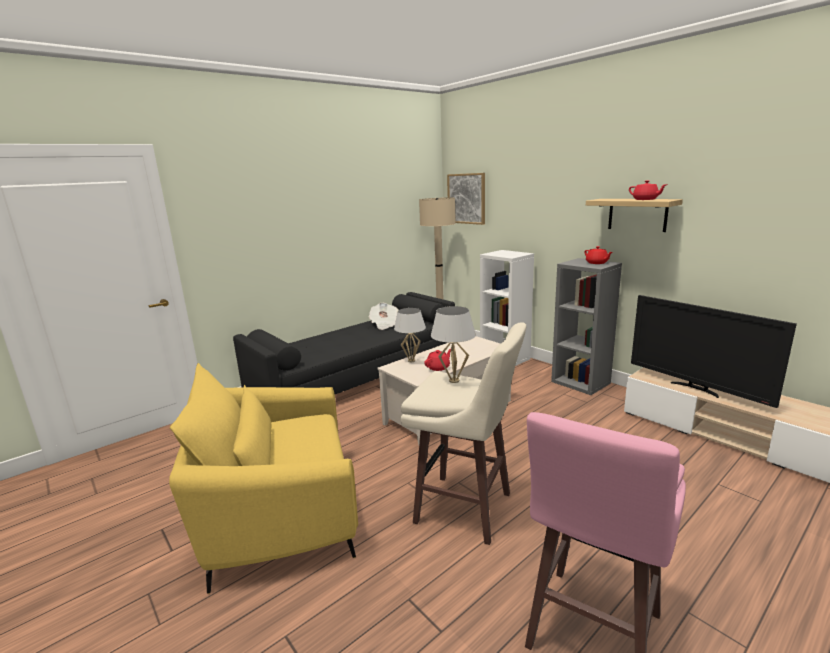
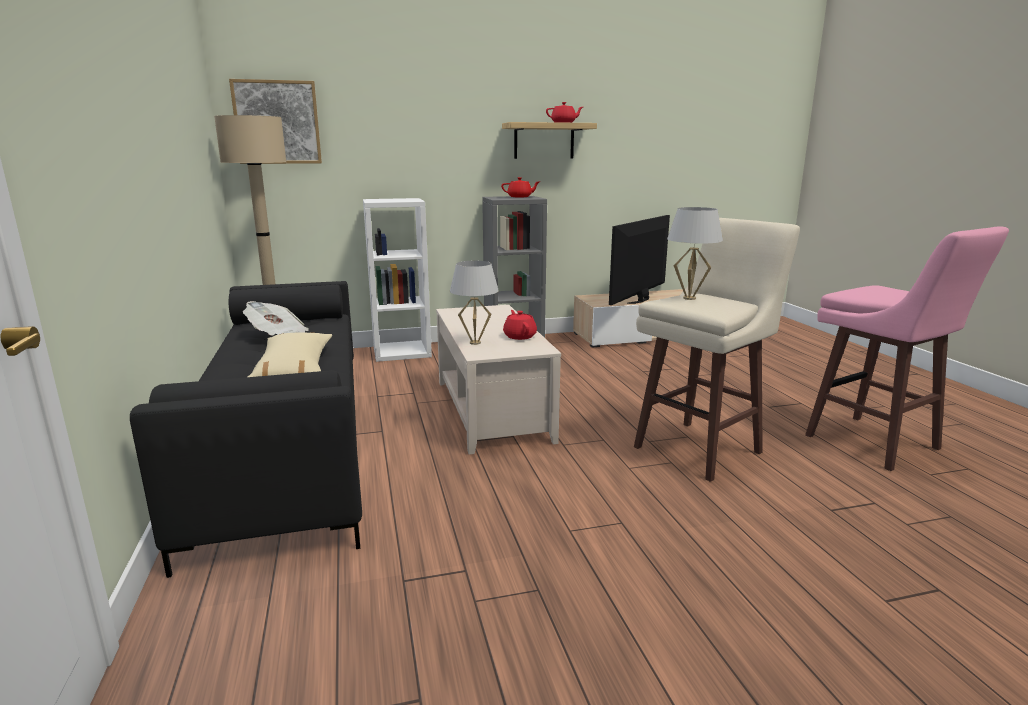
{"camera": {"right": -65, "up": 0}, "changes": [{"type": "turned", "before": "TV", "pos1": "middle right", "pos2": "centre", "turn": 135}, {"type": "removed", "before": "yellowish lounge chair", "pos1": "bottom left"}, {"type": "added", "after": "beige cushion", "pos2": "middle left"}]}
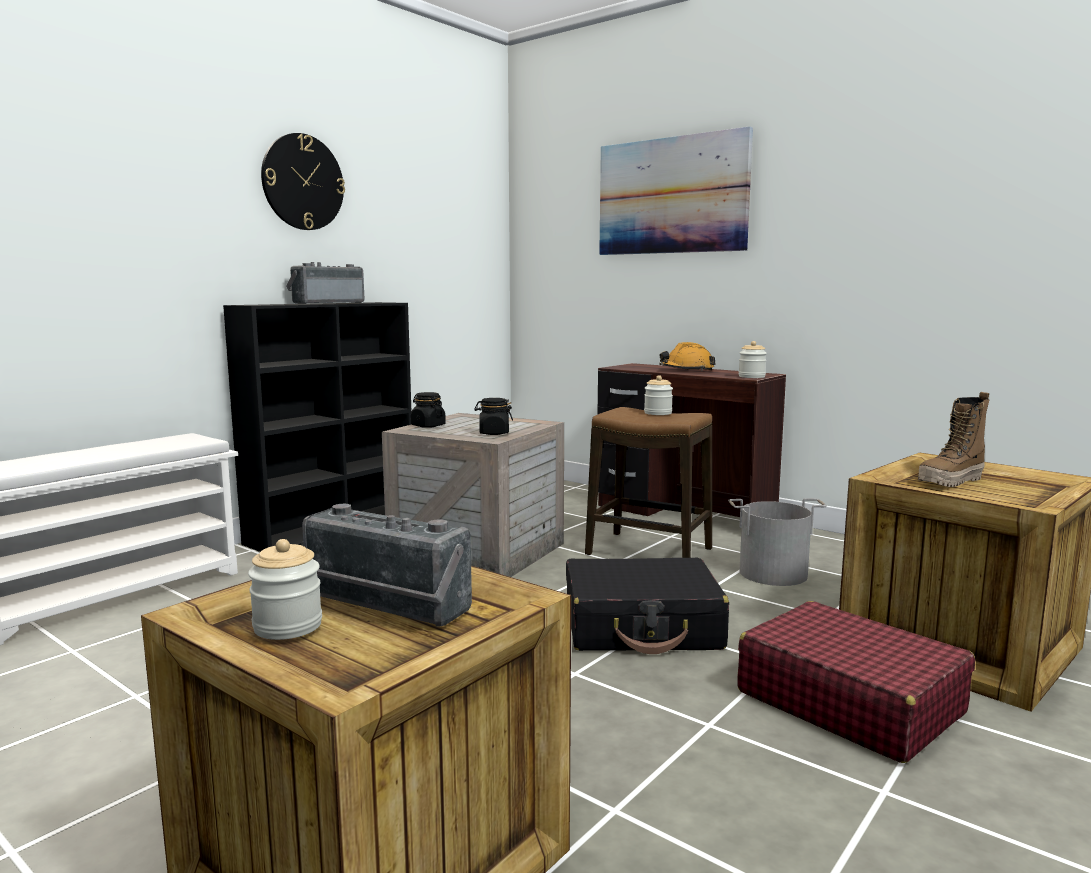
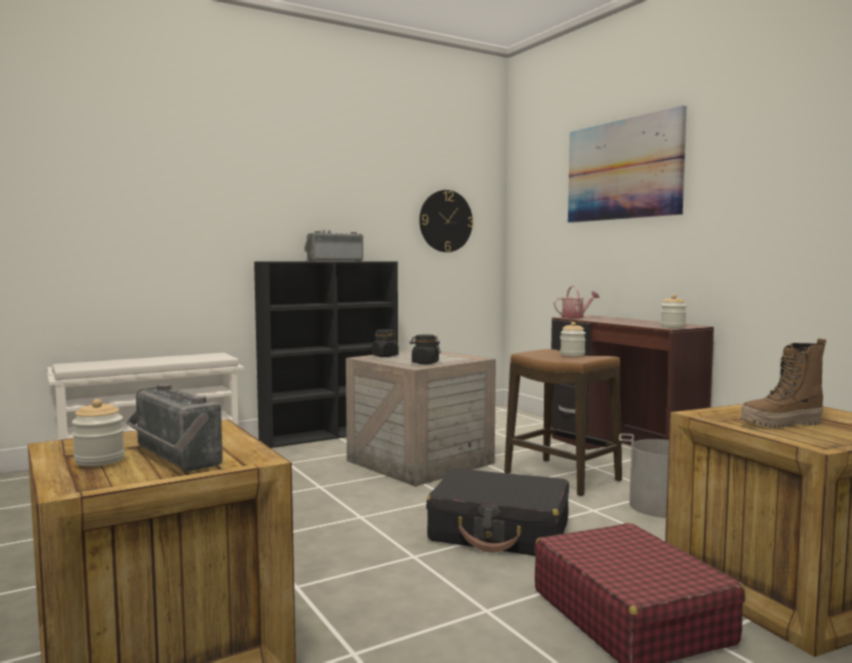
{"camera": {"right": 20, "up": -5}, "changes": [{"type": "moved", "before": "wall clock", "pos1": "top left", "pos2": "centre"}, {"type": "removed", "before": "orange-coloured work helmet", "pos1": "centre"}, {"type": "added", "after": "watering can", "pos2": "middle right"}]}
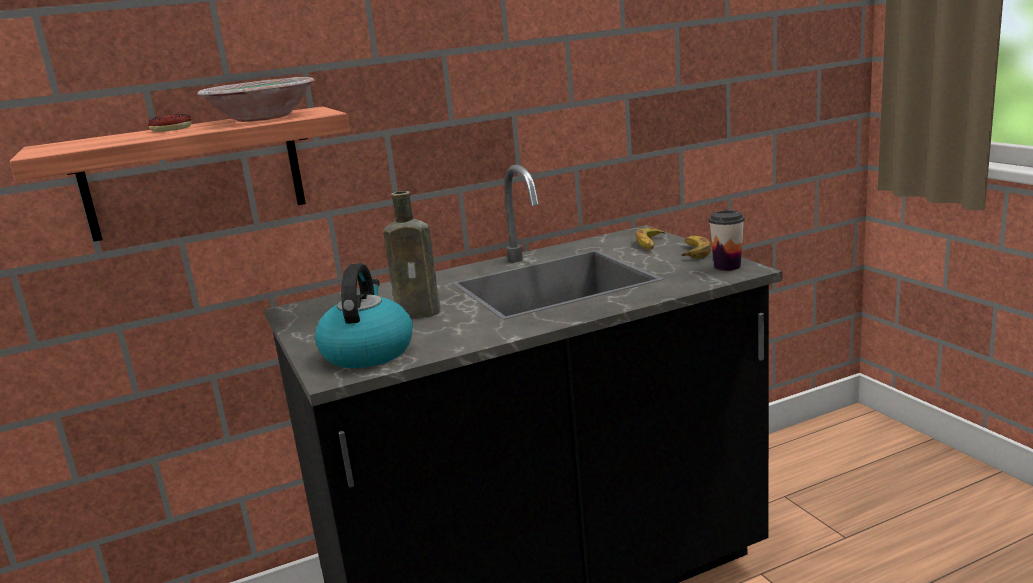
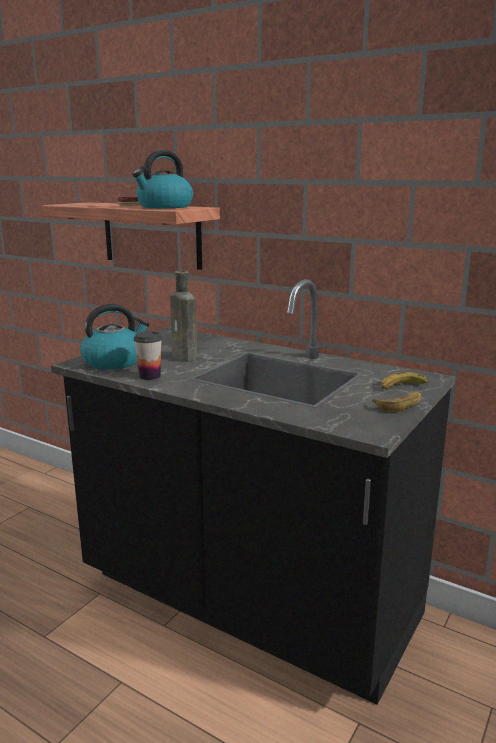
{"camera": {"right": 55, "up": 0}, "changes": [{"type": "replaced", "before": "serving bowl", "after": "tea kettle (2nd from left)", "pos1": "top left", "pos2": "top left"}, {"type": "moved", "before": "cup", "pos1": "middle right", "pos2": "middle left"}]}
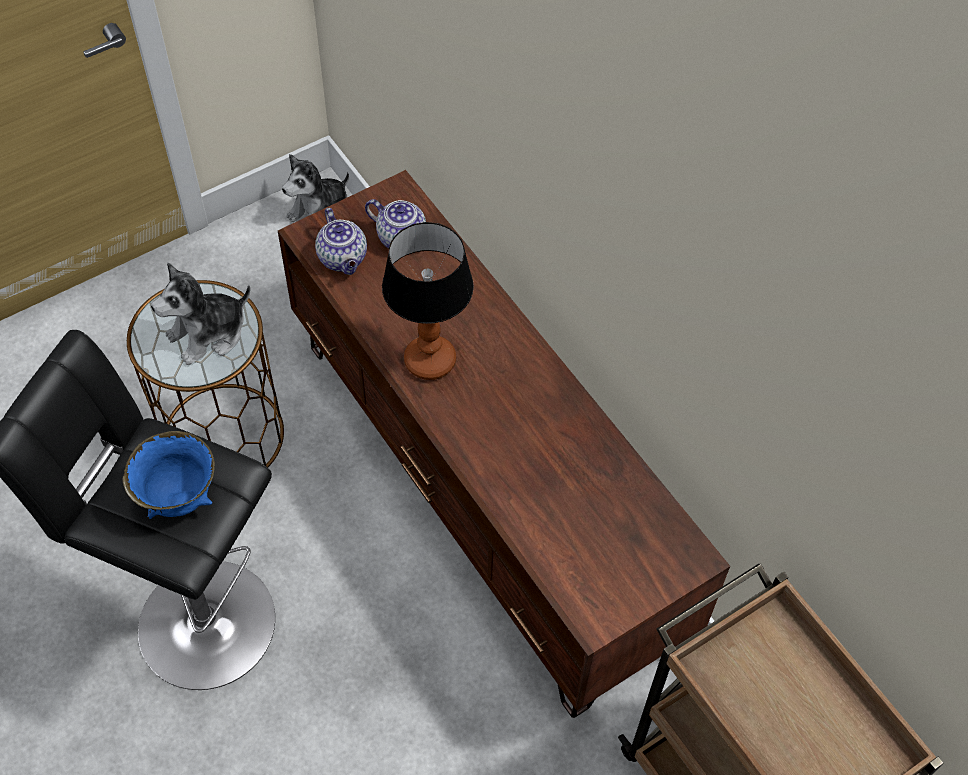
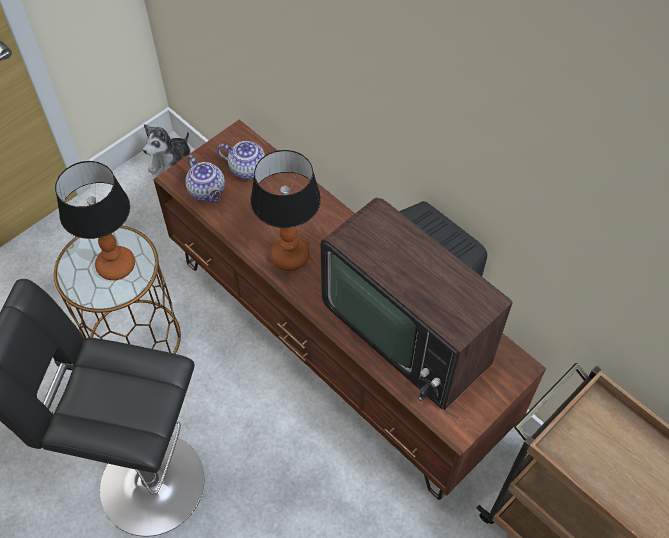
{"camera": {"right": -10, "up": 0}, "changes": [{"type": "replaced", "before": "cuddly toy (1st from left)", "after": "tabletop lamp (1st from left)", "pos1": "middle left", "pos2": "middle left"}, {"type": "removed", "before": "bluish serving bowl", "pos1": "middle left"}, {"type": "added", "after": "TV", "pos2": "centre"}]}
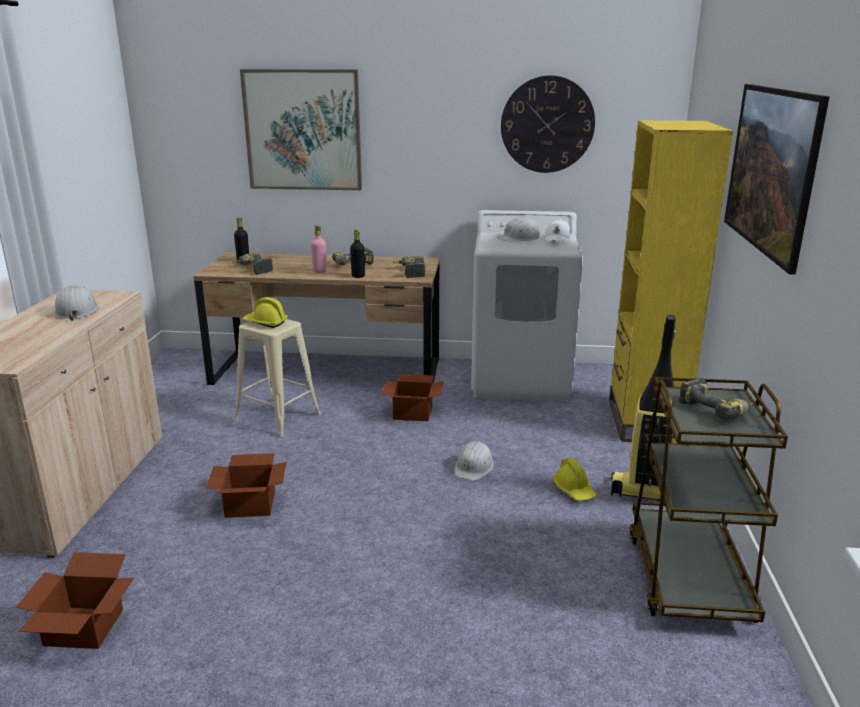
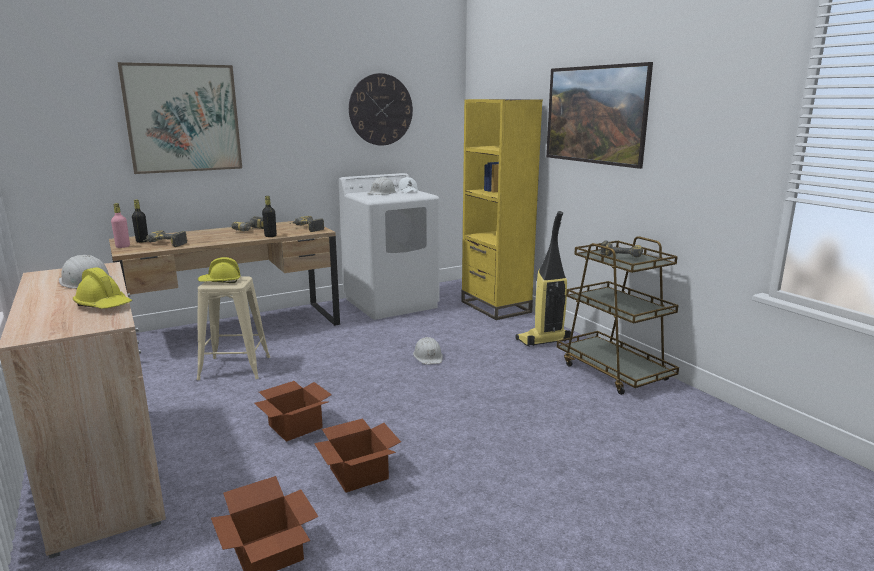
{"camera": {"right": -35, "up": -5}, "changes": [{"type": "moved", "before": "pink drink bottle", "pos1": "centre", "pos2": "middle left"}, {"type": "moved", "before": "cardboard box (3rd from left)", "pos1": "centre", "pos2": "bottom centre"}, {"type": "moved", "before": "yellowish work helmet (2nd from left in the first image)", "after": "yellowish work helmet (1st from left)", "pos1": "bottom right", "pos2": "middle left"}]}
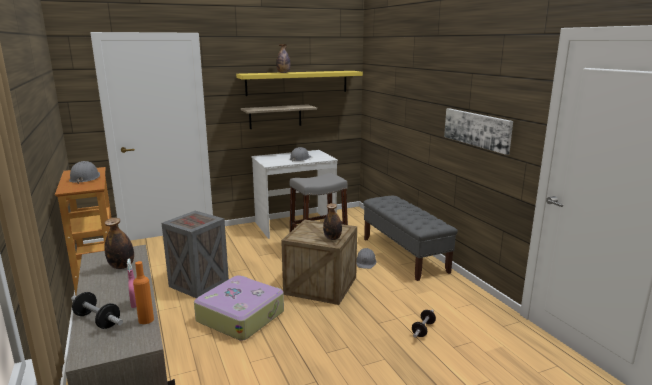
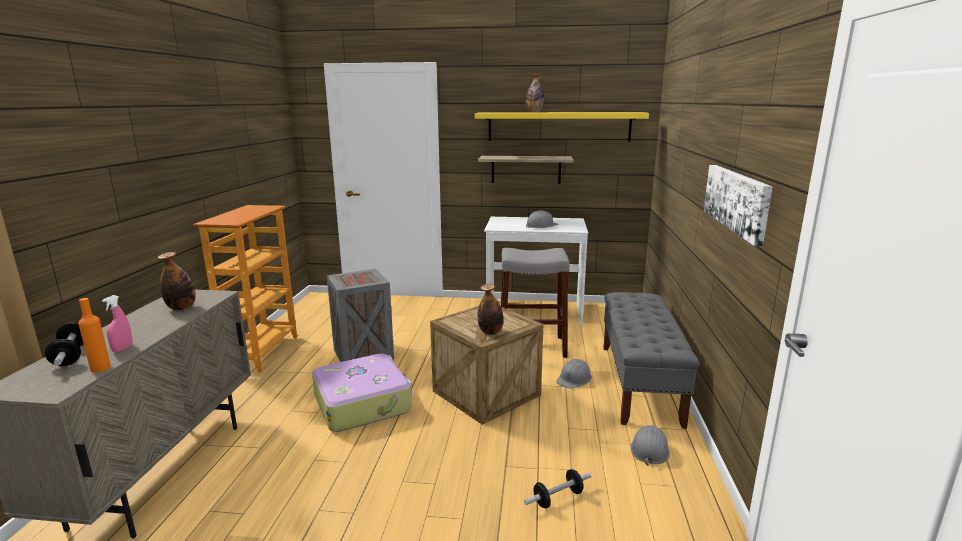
{"camera": {"right": 30, "up": 0}, "changes": [{"type": "moved", "before": "gray work helmet (1st from left in the first image)", "after": "gray work helmet (3rd from left)", "pos1": "middle left", "pos2": "bottom right"}]}
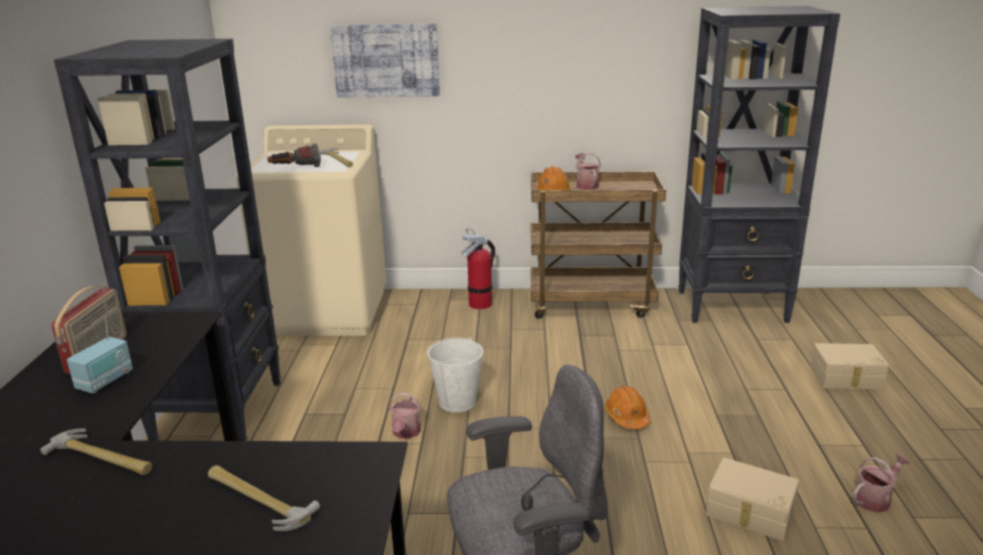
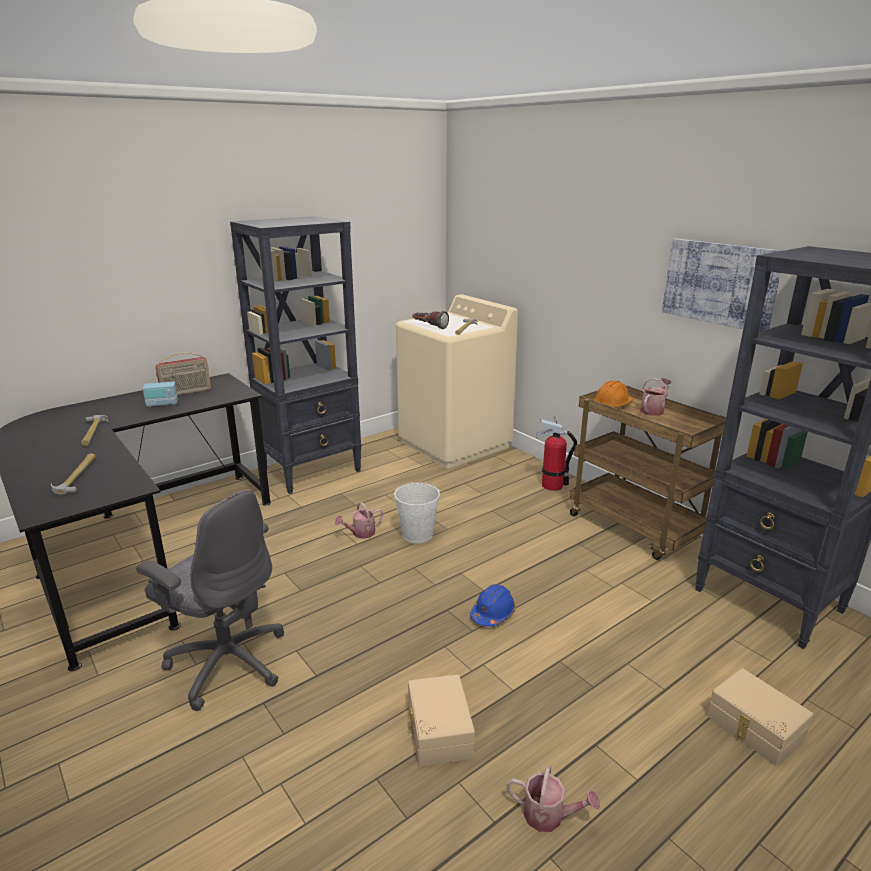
{"camera": {"right": 50, "up": 0}, "changes": [{"type": "moved", "before": "wall picture", "pos1": "top centre", "pos2": "top right"}, {"type": "recoloured", "before": "orange-coloured work helmet (2nd from left)", "after": "bluish work helmet", "pos1": "bottom centre", "pos2": "bottom centre"}]}
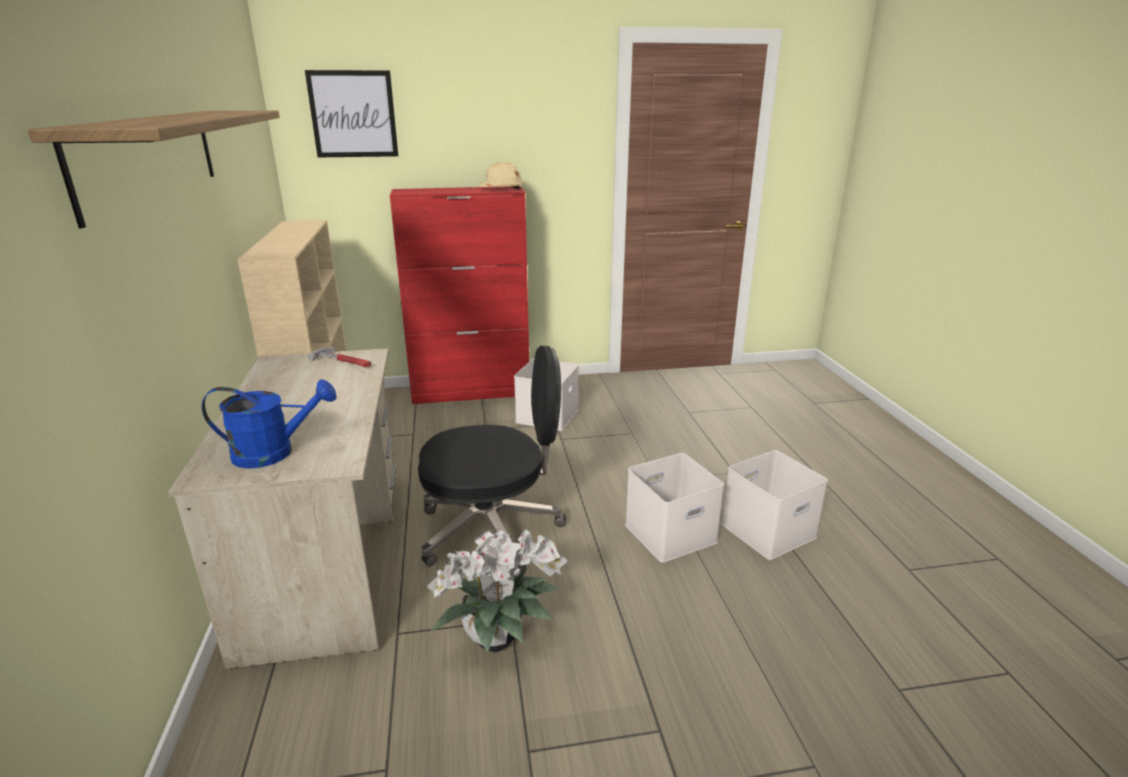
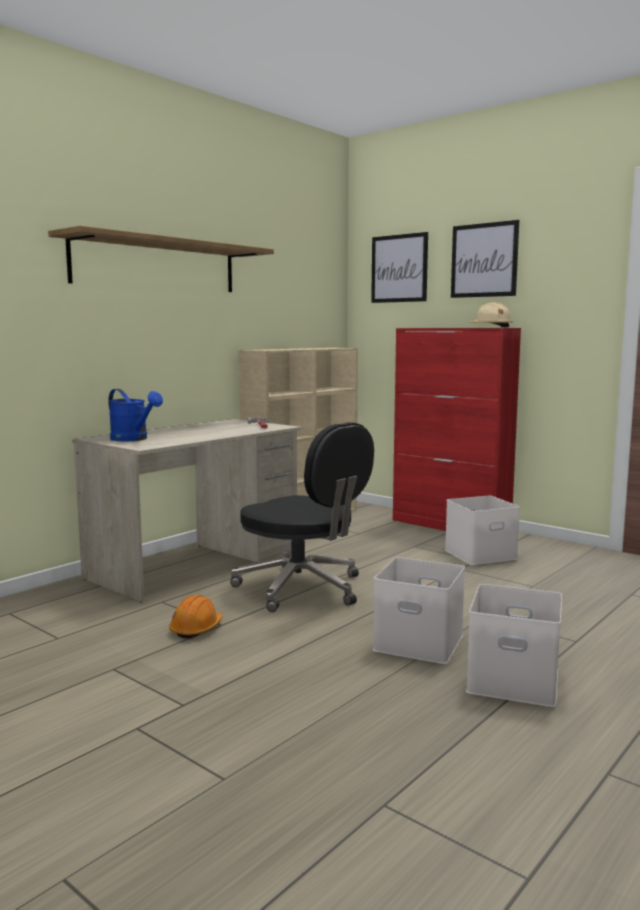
{"camera": {"right": 50, "up": -15}, "changes": [{"type": "replaced", "before": "potted plant", "after": "orange-coloured work helmet", "pos1": "bottom centre", "pos2": "bottom left"}, {"type": "added", "after": "wall picture (2nd from left)", "pos2": "top right"}]}
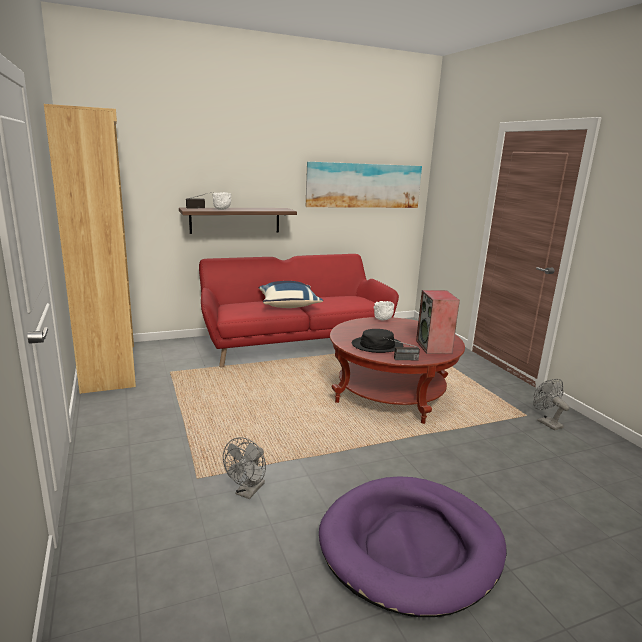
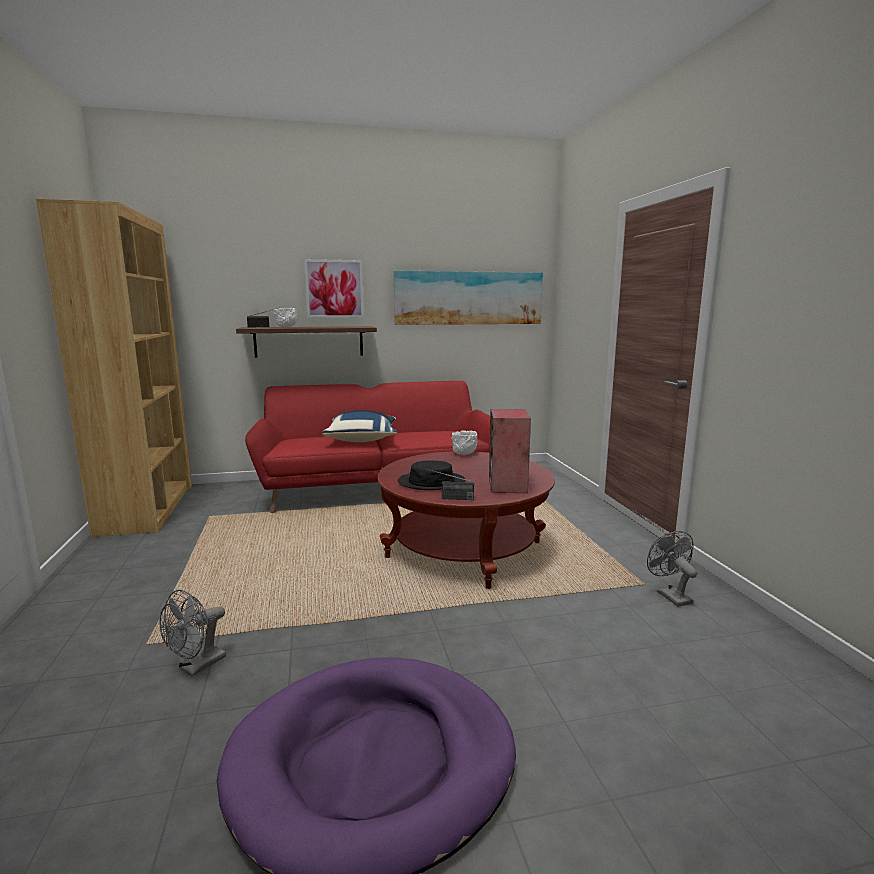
{"camera": {"right": 10, "up": -5}, "changes": [{"type": "added", "after": "wall picture (1st from left)", "pos2": "top centre"}]}
